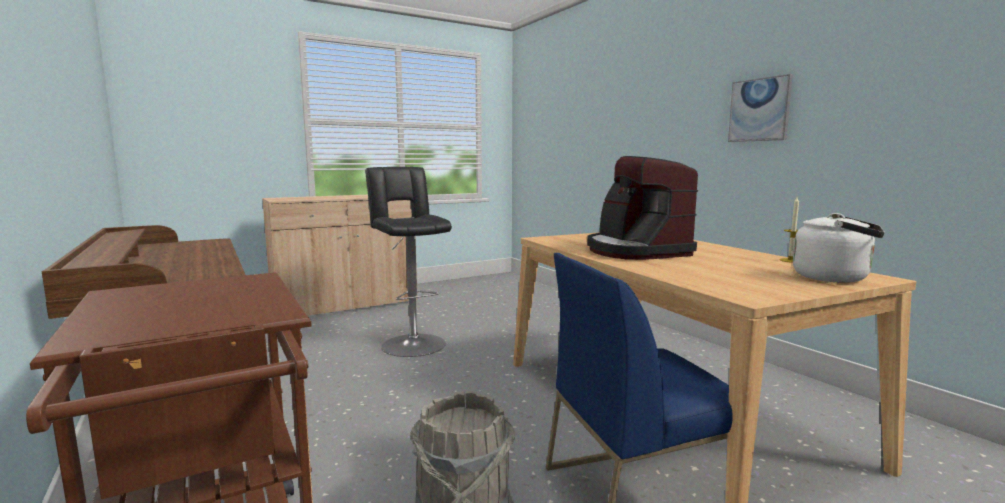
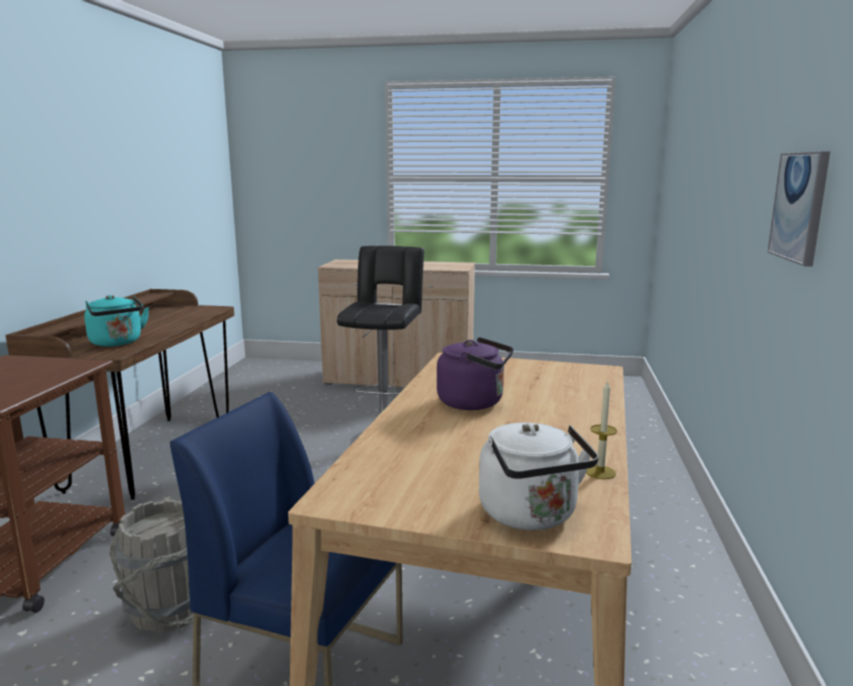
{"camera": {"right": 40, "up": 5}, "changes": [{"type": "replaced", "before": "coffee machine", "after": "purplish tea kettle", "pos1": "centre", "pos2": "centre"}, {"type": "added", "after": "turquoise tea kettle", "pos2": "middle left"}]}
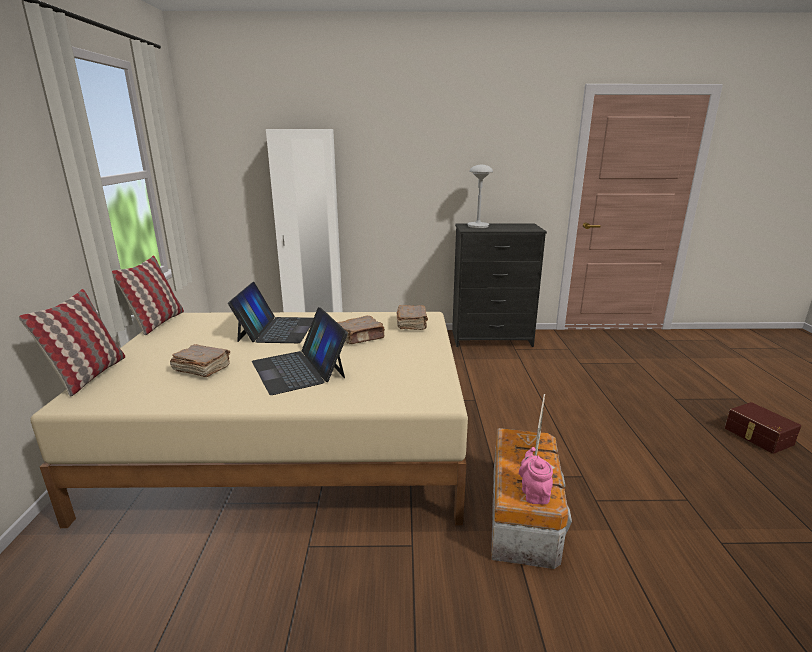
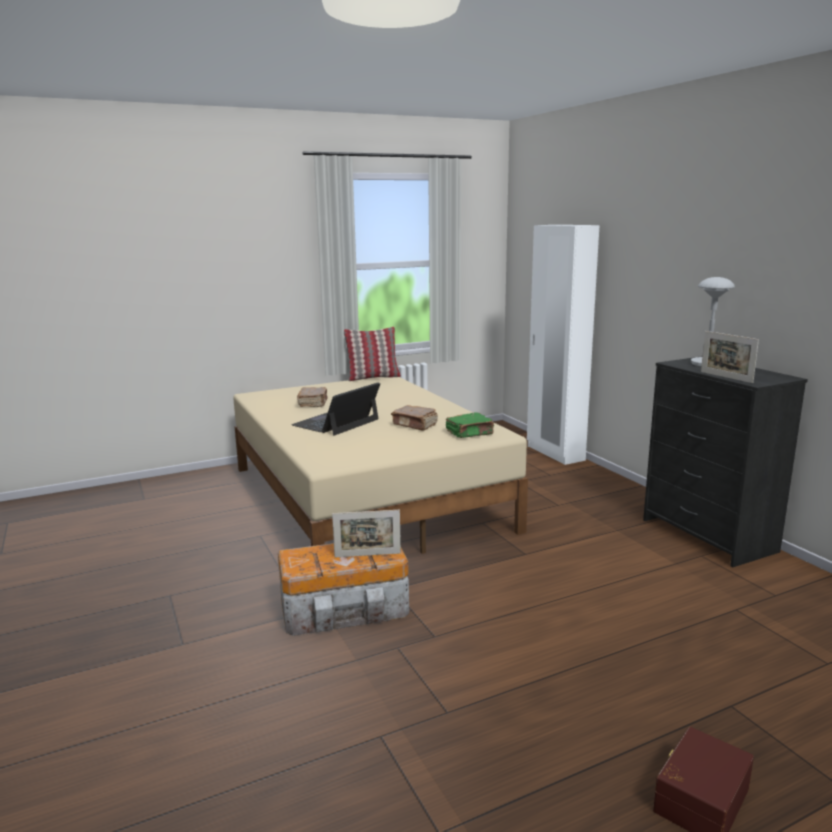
{"camera": {"right": 65, "up": -5}, "changes": [{"type": "removed", "before": "notebook computer (1st from left)", "pos1": "centre"}, {"type": "removed", "before": "cushion (1st from left)", "pos1": "middle left"}, {"type": "recoloured", "before": "brown volume (3rd from left)", "after": "green-coloured volume", "pos1": "centre", "pos2": "centre"}, {"type": "removed", "before": "pink teapot", "pos1": "bottom centre"}, {"type": "added", "after": "picture frame (2nd from left)", "pos2": "middle right"}]}
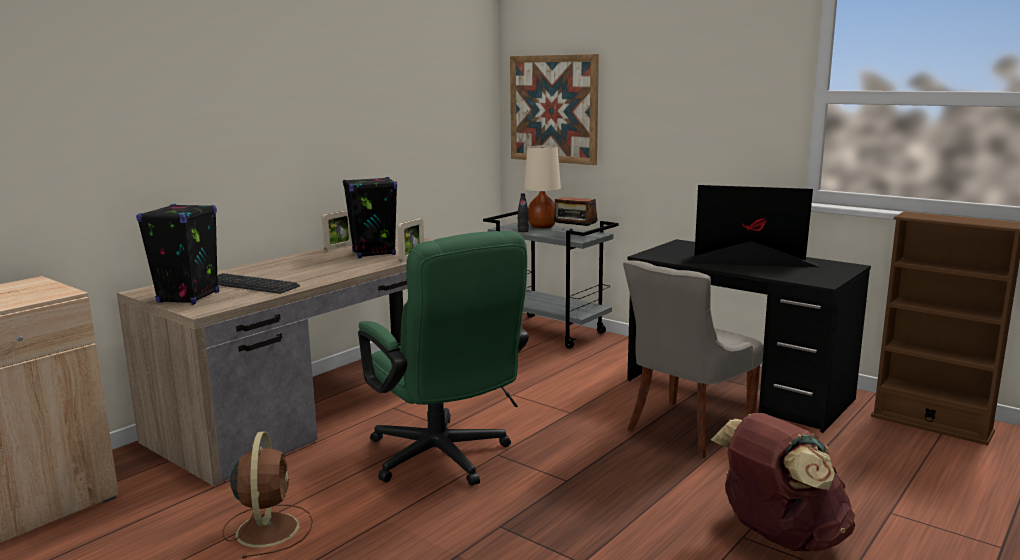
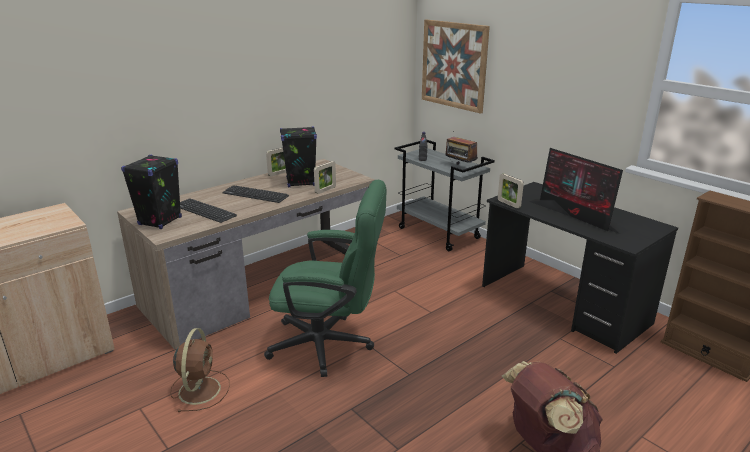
{"camera": {"right": 10, "up": 10}, "changes": [{"type": "removed", "before": "beige tabletop lamp", "pos1": "top centre"}, {"type": "turned", "before": "computer display", "pos1": "middle right", "pos2": "middle right", "turn": -150}, {"type": "turned", "before": "green-coloured desk chair", "pos1": "centre", "pos2": "centre", "turn": -60}, {"type": "removed", "before": "gray chair", "pos1": "middle right"}, {"type": "added", "after": "picture frame (3rd from left)", "pos2": "middle right"}, {"type": "added", "after": "computer keyboard (2nd from left)", "pos2": "centre"}]}
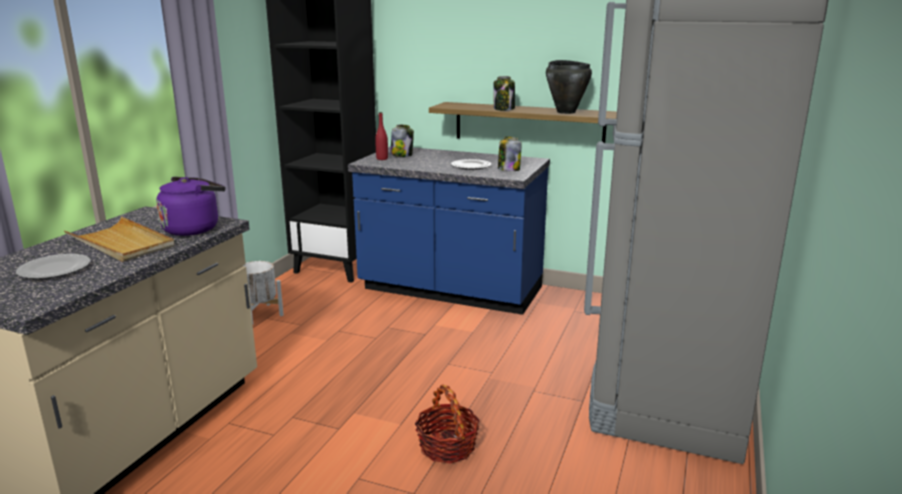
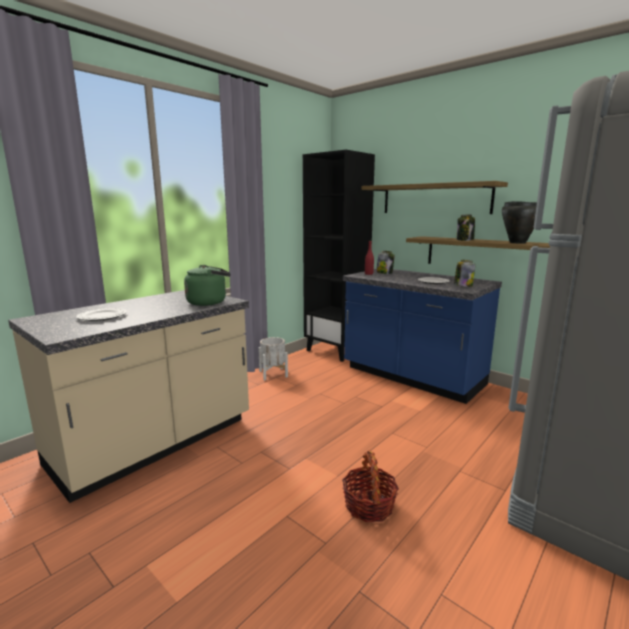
{"camera": {"right": 20, "up": -5}, "changes": [{"type": "recoloured", "before": "purplish tea kettle", "after": "green-coloured tea kettle", "pos1": "middle left", "pos2": "middle left"}, {"type": "removed", "before": "beige tray", "pos1": "middle left"}, {"type": "added", "after": "wall shelf (1st from left)", "pos2": "top right"}]}
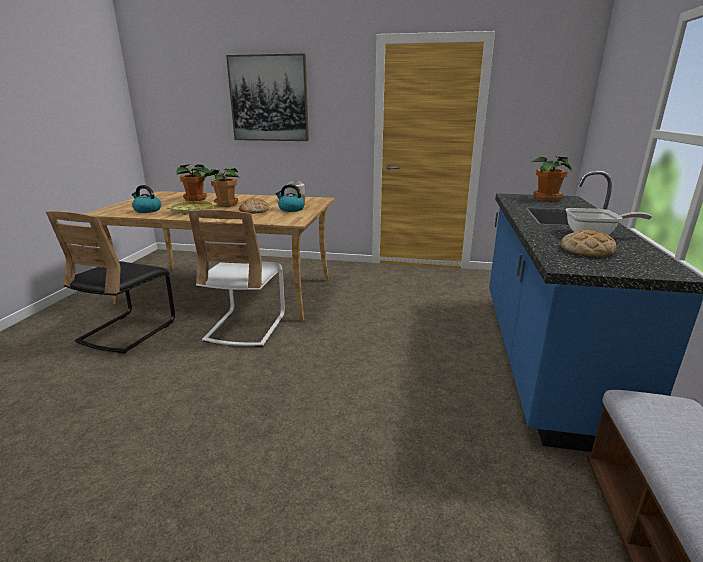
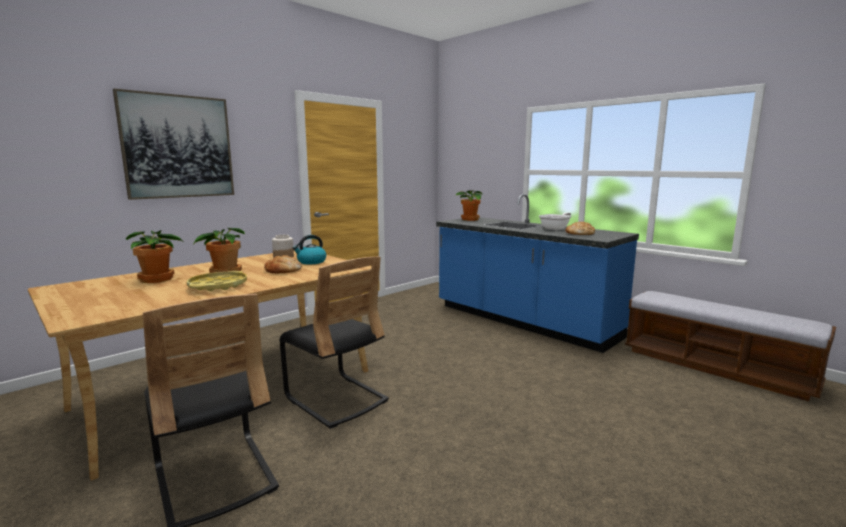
{"camera": {"right": -55, "up": -10}, "changes": [{"type": "removed", "before": "tea kettle (1st from left)", "pos1": "middle left"}, {"type": "recoloured", "before": "white-coloured chair", "after": "black chair (2nd from left)", "pos1": "centre", "pos2": "centre"}]}
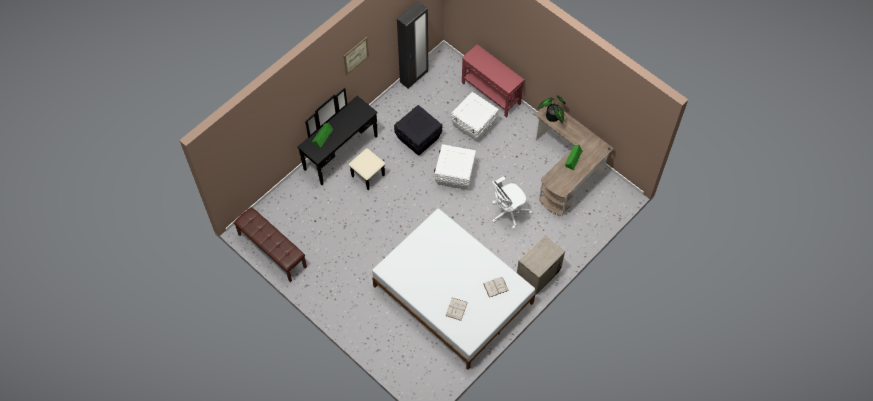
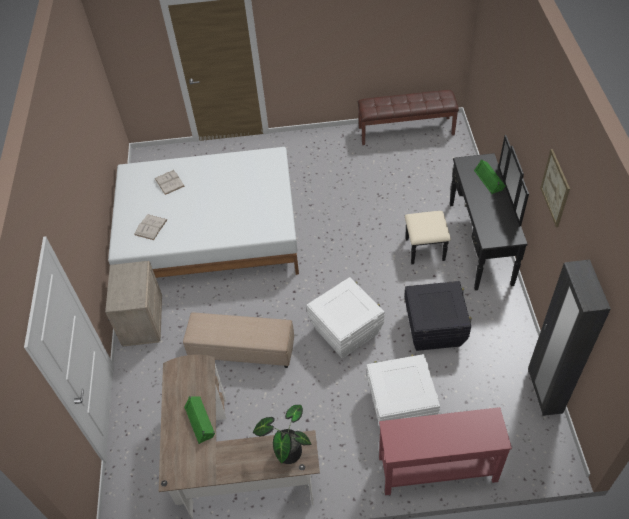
{"camera": {"right": 135, "up": -10}, "changes": [{"type": "replaced", "before": "white-coloured desk chair", "after": "beige pouffe", "pos1": "centre", "pos2": "centre"}]}
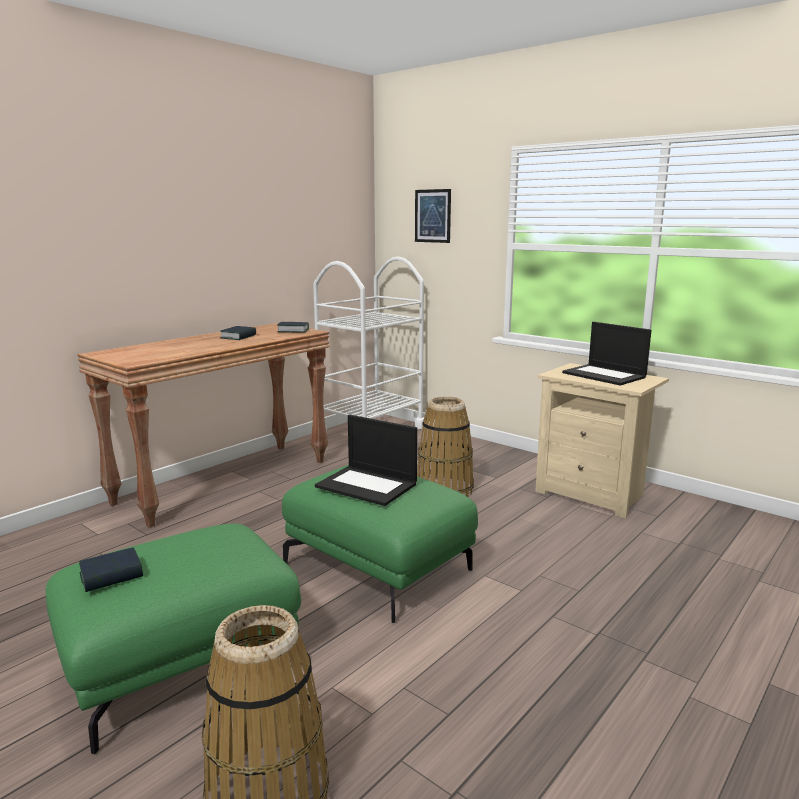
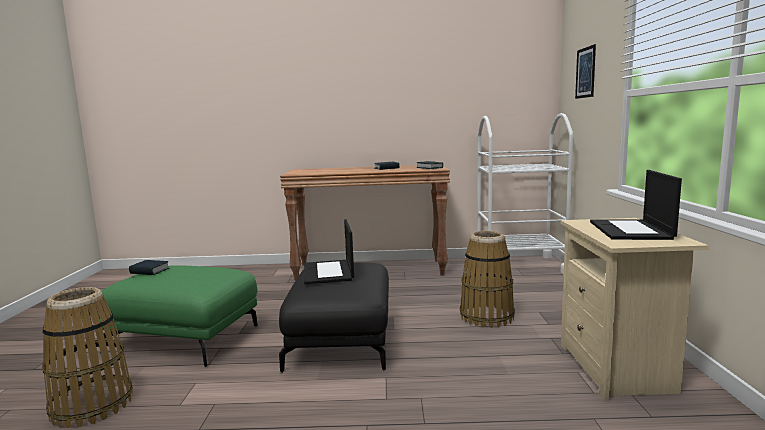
{"camera": {"right": 50, "up": -5}, "changes": [{"type": "recoloured", "before": "green-coloured pouffe (2nd from left)", "after": "black pouffe", "pos1": "bottom centre", "pos2": "bottom centre"}]}
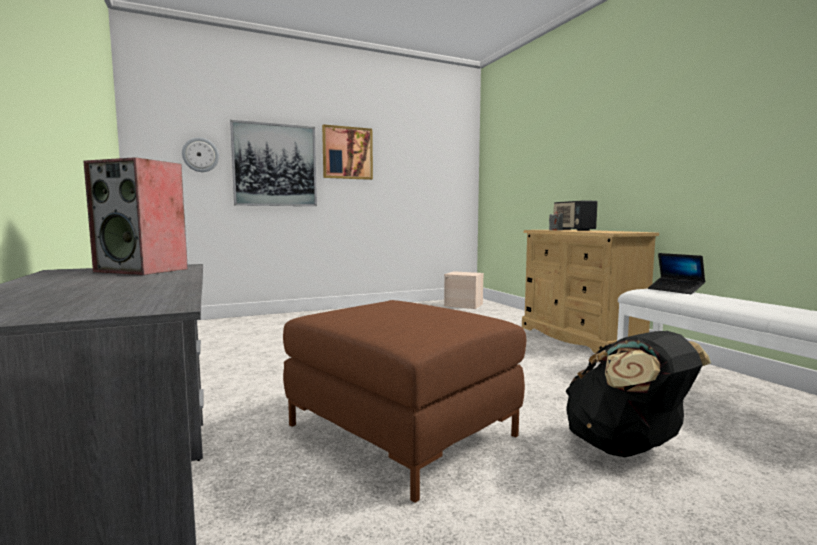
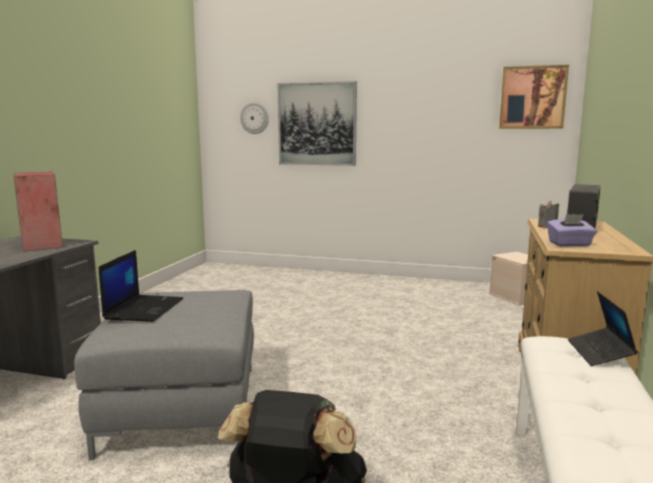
{"camera": {"right": 40, "up": 5}, "changes": [{"type": "moved", "before": "wall picture (2nd from left)", "pos1": "top centre", "pos2": "top right"}, {"type": "recoloured", "before": "brown pouffe", "after": "gray pouffe", "pos1": "bottom centre", "pos2": "bottom left"}, {"type": "added", "after": "purplish box of tissues", "pos2": "middle right"}, {"type": "added", "after": "notebook computer (1st from left)", "pos2": "middle left"}]}
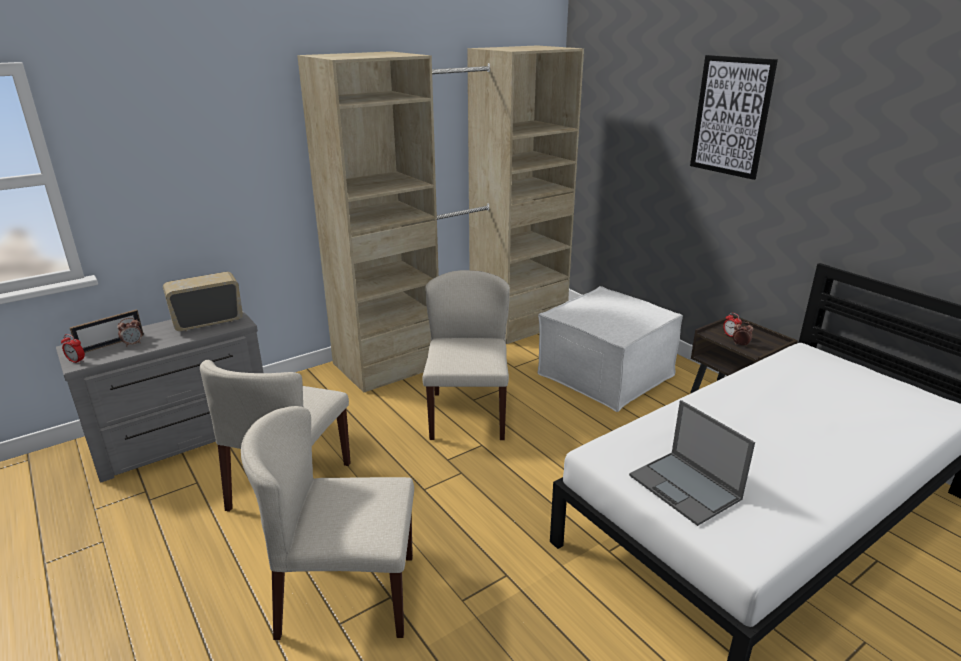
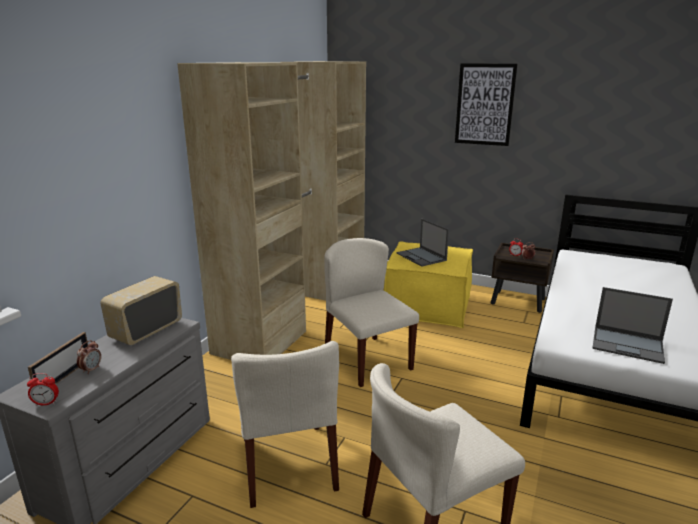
{"camera": {"right": -30, "up": -5}, "changes": [{"type": "recoloured", "before": "white-coloured pouffe", "after": "yellowish pouffe", "pos1": "centre", "pos2": "centre"}, {"type": "added", "after": "notebook computer (1st from left)", "pos2": "centre"}]}
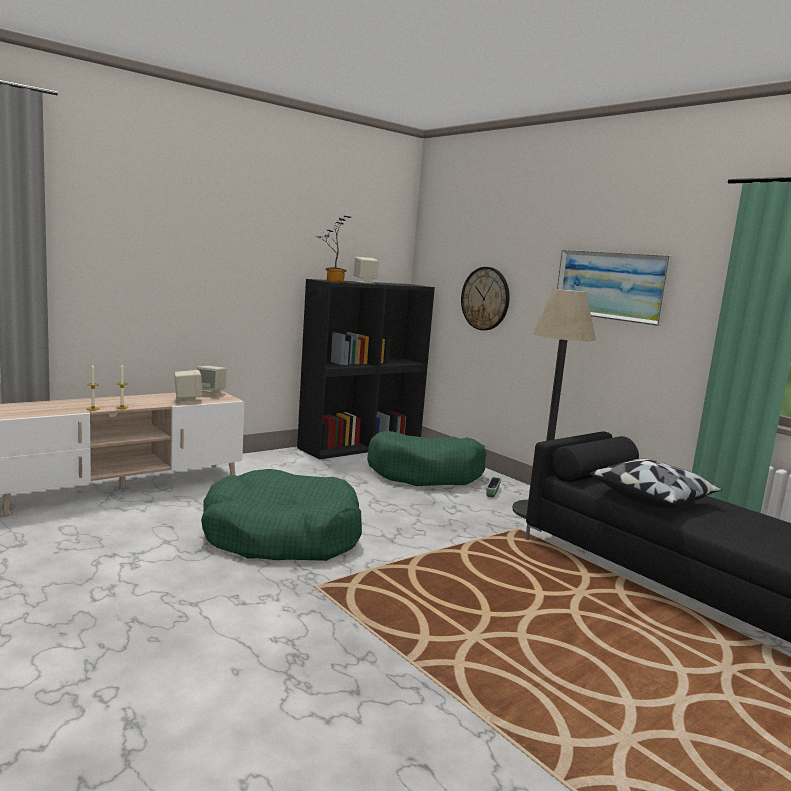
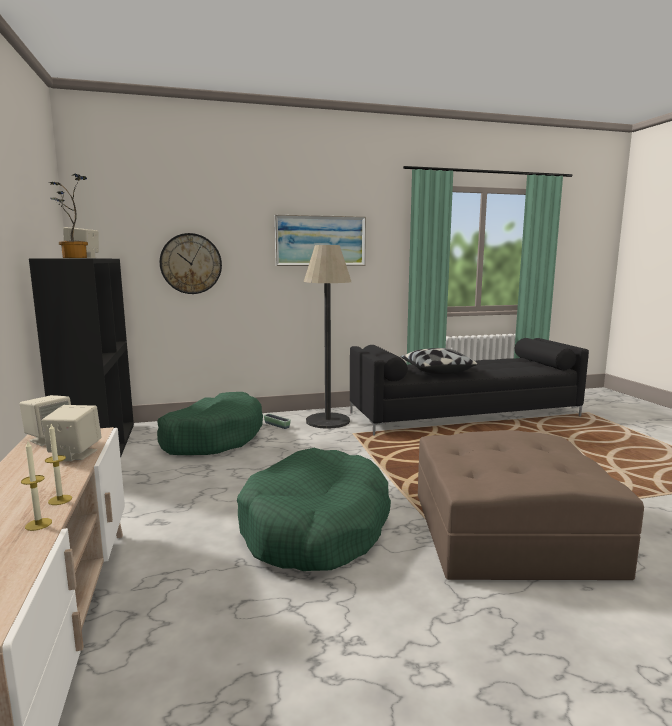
{"camera": {"right": -65, "up": 0}, "changes": [{"type": "added", "after": "brown pouffe", "pos2": "bottom right"}]}
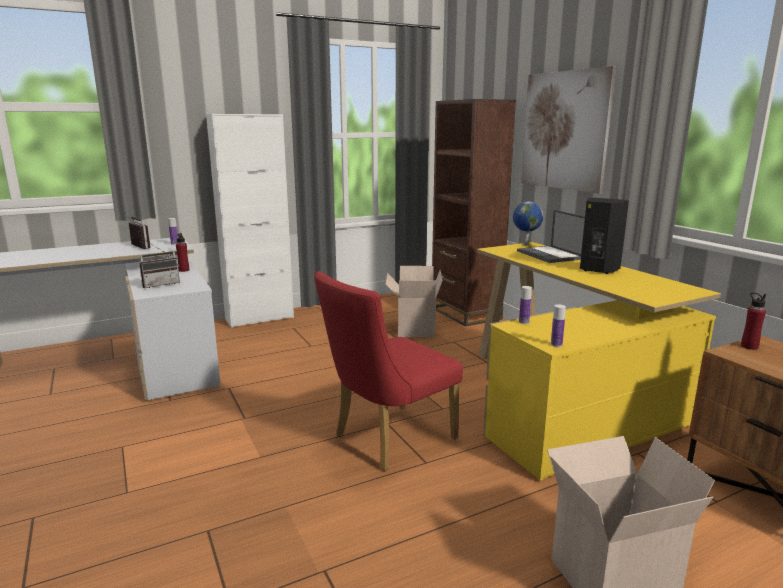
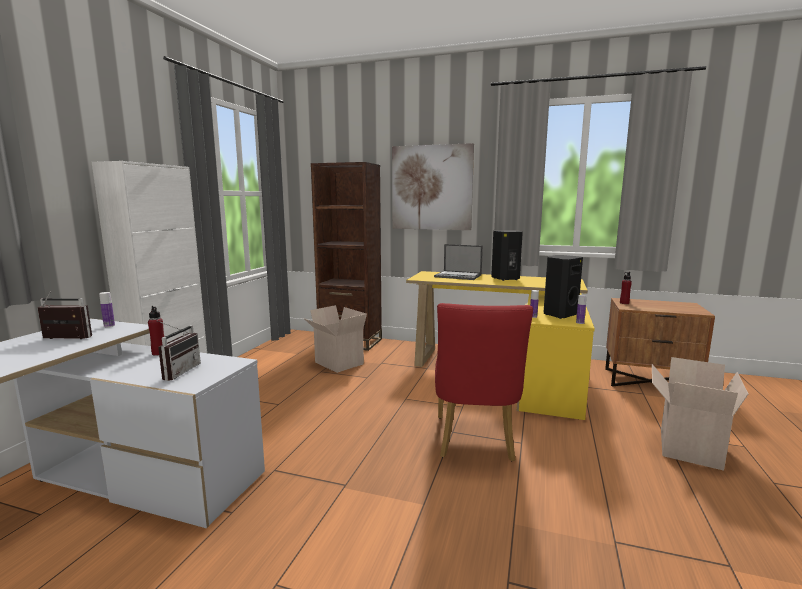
{"camera": {"right": -45, "up": -5}, "changes": [{"type": "removed", "before": "globe", "pos1": "middle right"}, {"type": "added", "after": "black loudspeaker (2nd from left)", "pos2": "middle right"}]}
